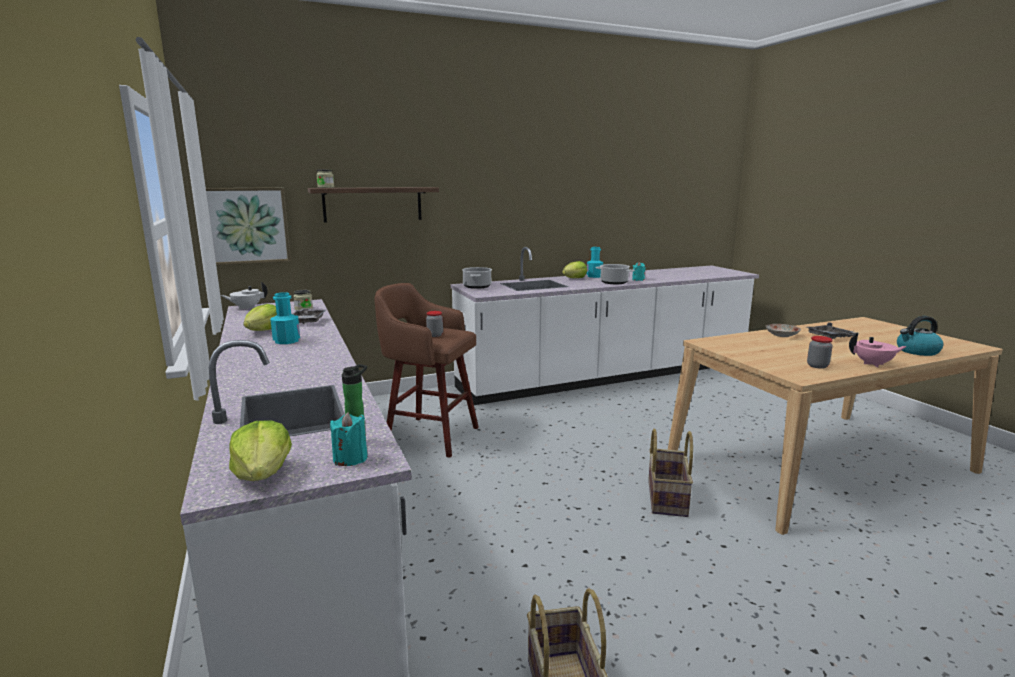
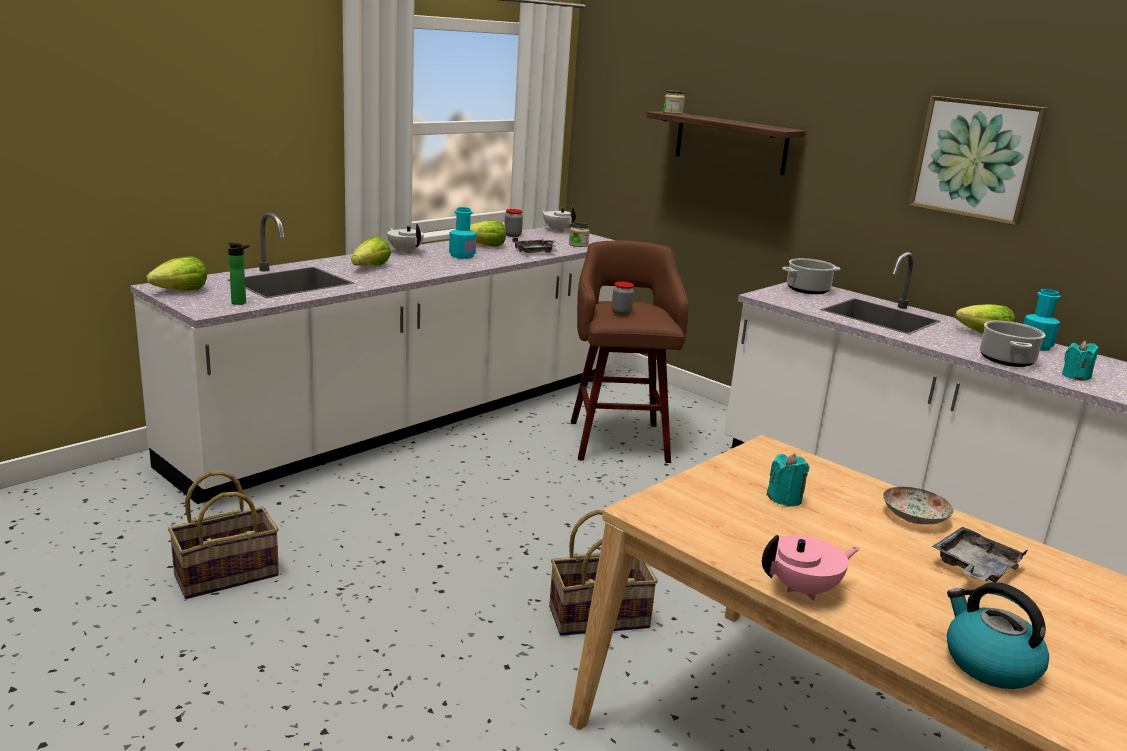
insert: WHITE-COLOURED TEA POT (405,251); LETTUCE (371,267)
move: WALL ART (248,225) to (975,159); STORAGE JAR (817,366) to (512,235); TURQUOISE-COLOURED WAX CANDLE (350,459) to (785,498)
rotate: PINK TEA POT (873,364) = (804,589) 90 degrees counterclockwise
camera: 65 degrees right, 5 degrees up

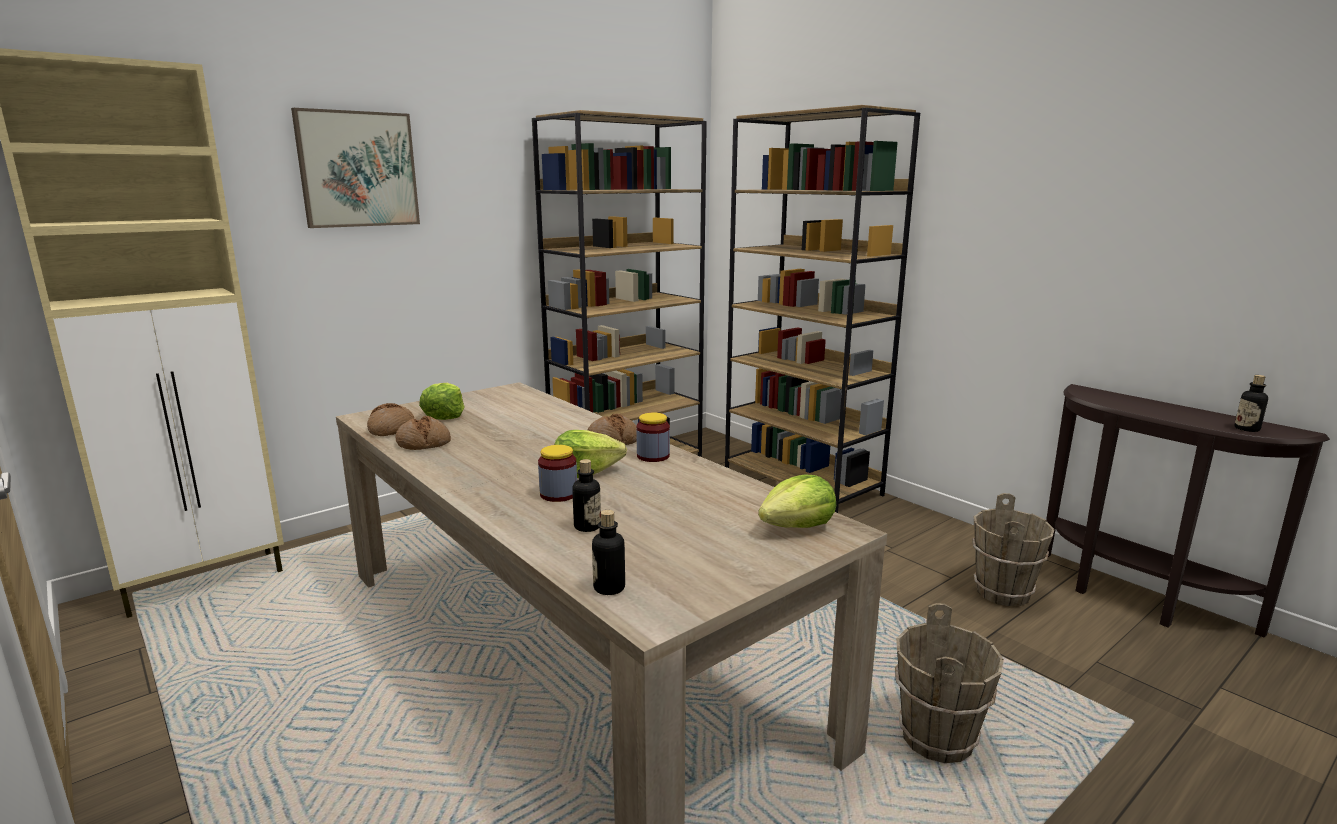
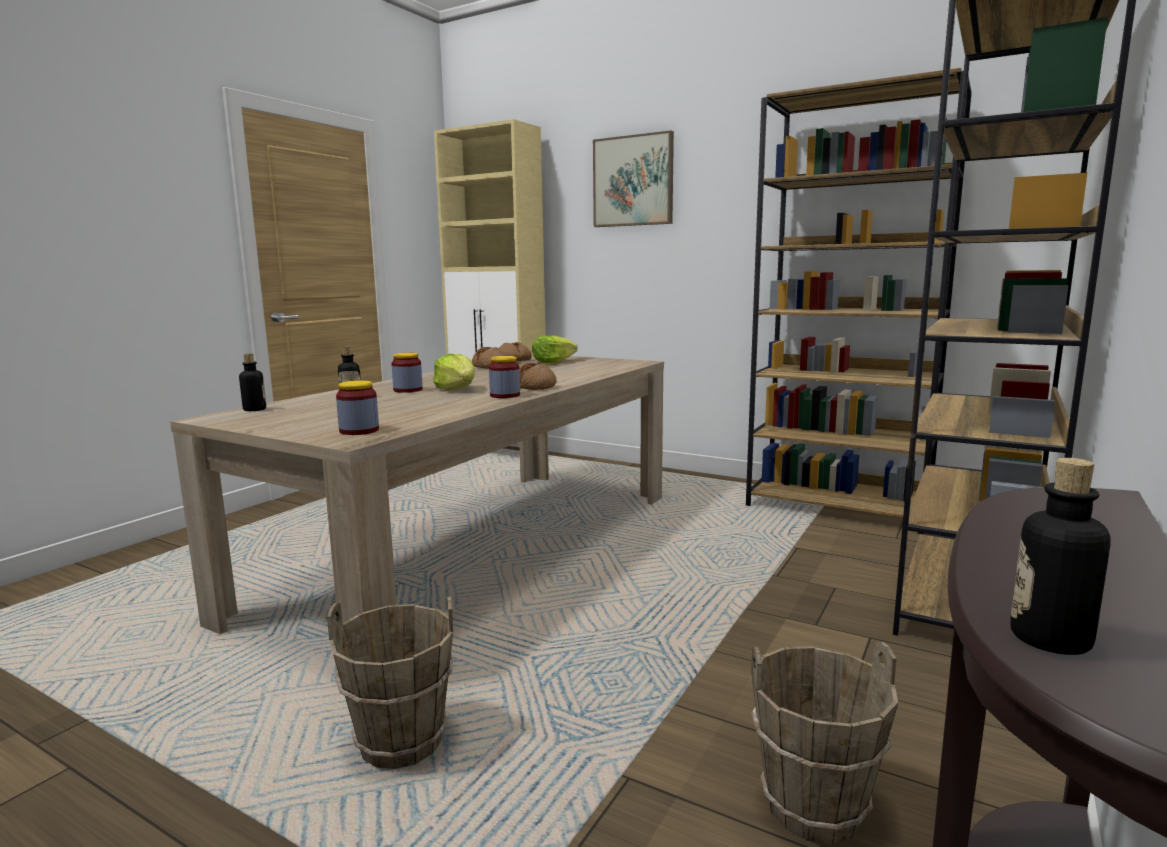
replace: LETTUCE (797,526) to STORAGE JAR (359,431)
camera: 70 degrees right, 5 degrees down

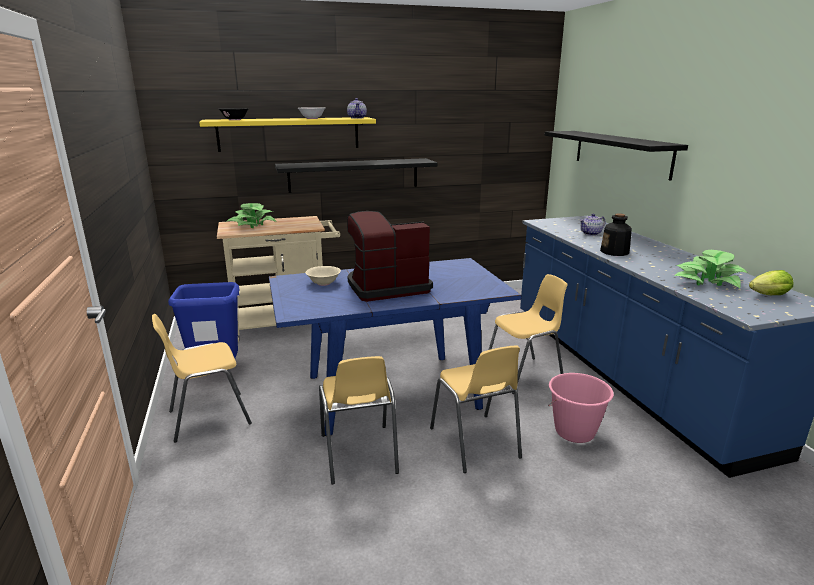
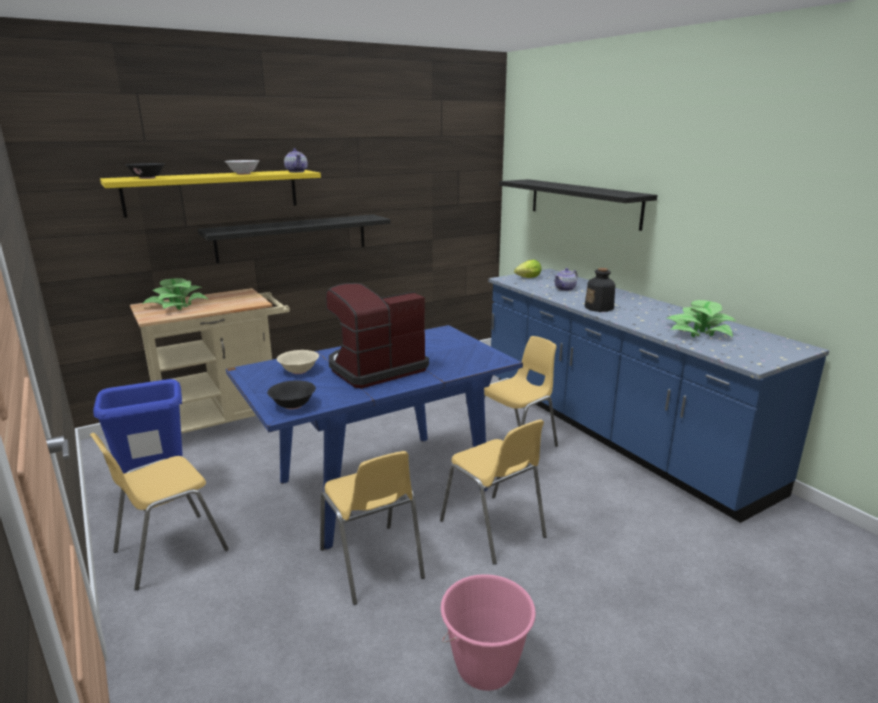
insert: BLACK-COLOURED DEEP DISH (293,405)
move: LETTUCE (766,296) to (526,278); PINK WATER BUCKET (575,432) to (485,667)
camera: 15 degrees left, 0 degrees up

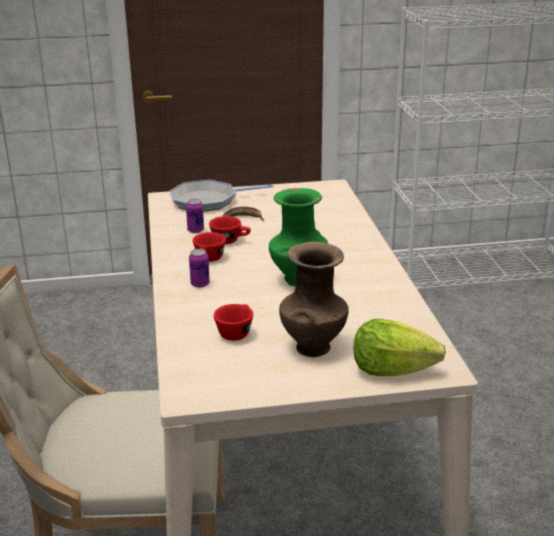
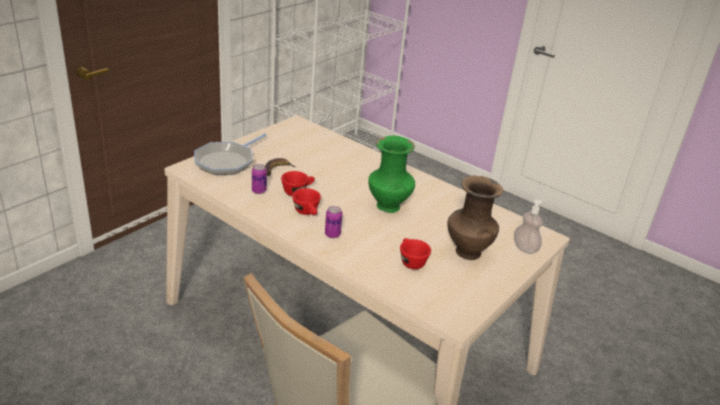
replace: LETTUCE (391,370) to LIQUID SOAP BOTTLE (525,248)
camera: 45 degrees left, 5 degrees up

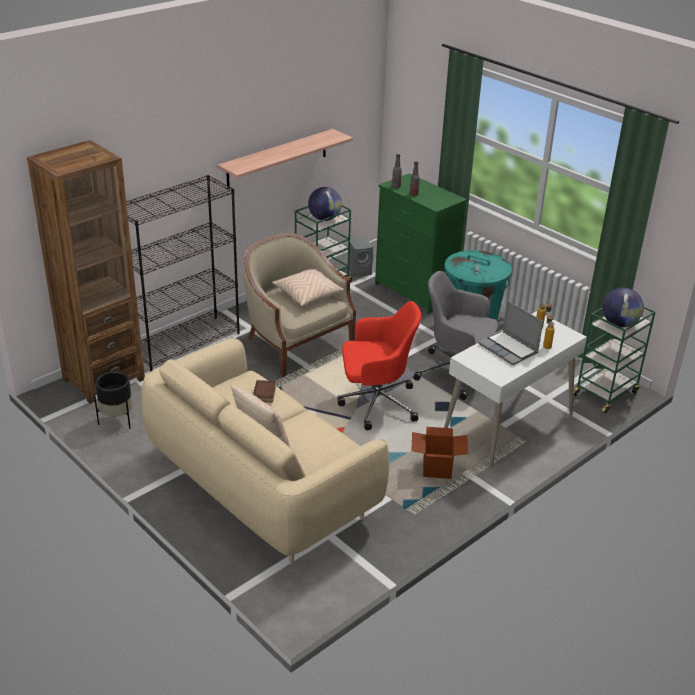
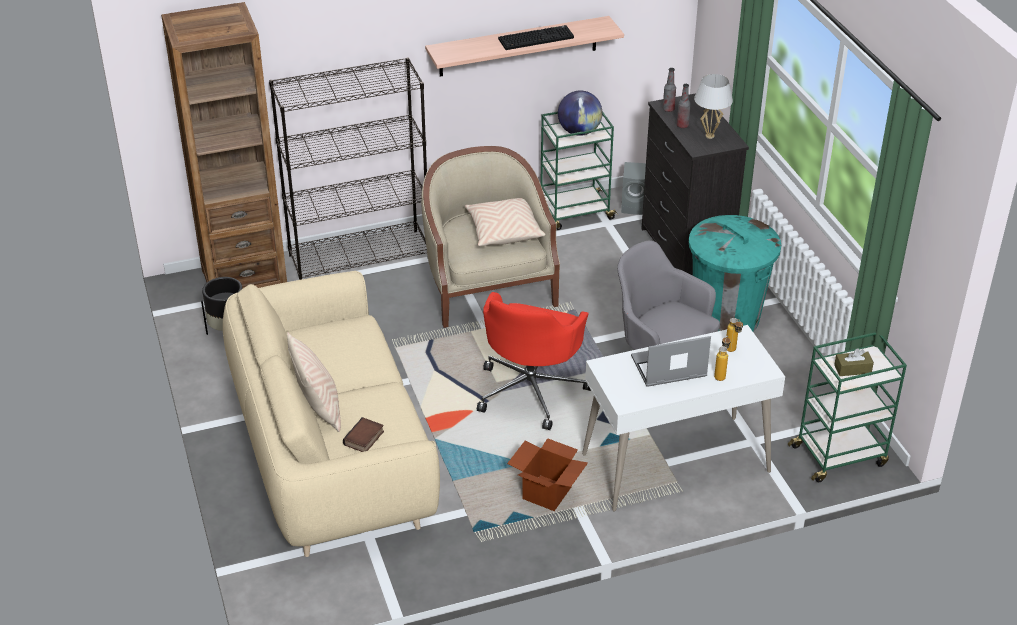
insert: PC KEYBOARD (536,38); WHITE-COLOURED TABLE LAMP (710,136)
move: VOLUME (265,394) to (364,439)
replace: DESK GLOBE (619,324) to BROWN-COLOURED TISSUE HOLDER (852,369)
recolor: GREENISH DRESSER (414,293) to BLACK-COLOURED DRESSER (685,253)
rotate: NOTEBOOK COMPUTER (509,349) = (668,368) 90 degrees clockwise; REDDISH DESK CHAIR (376,403) = (531,390) 90 degrees clockwise
camera: 25 degrees right, 5 degrees up

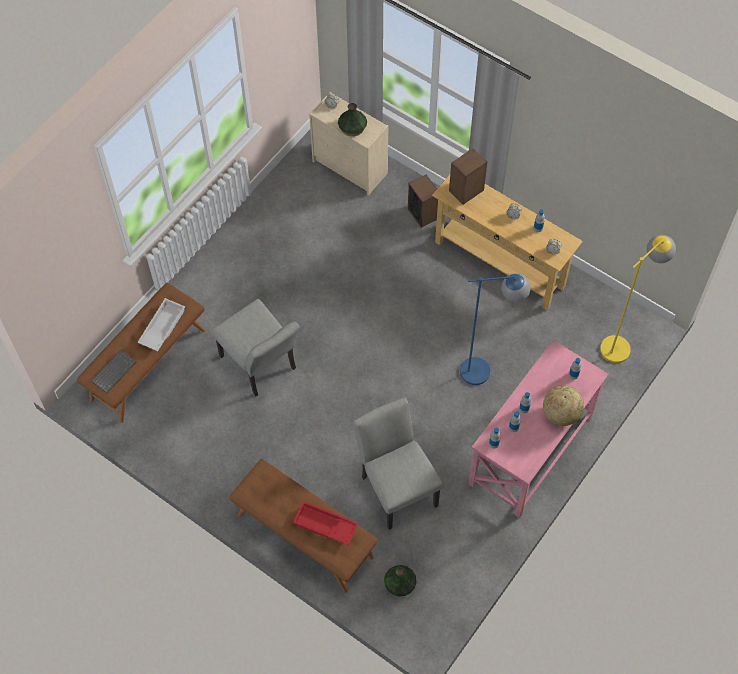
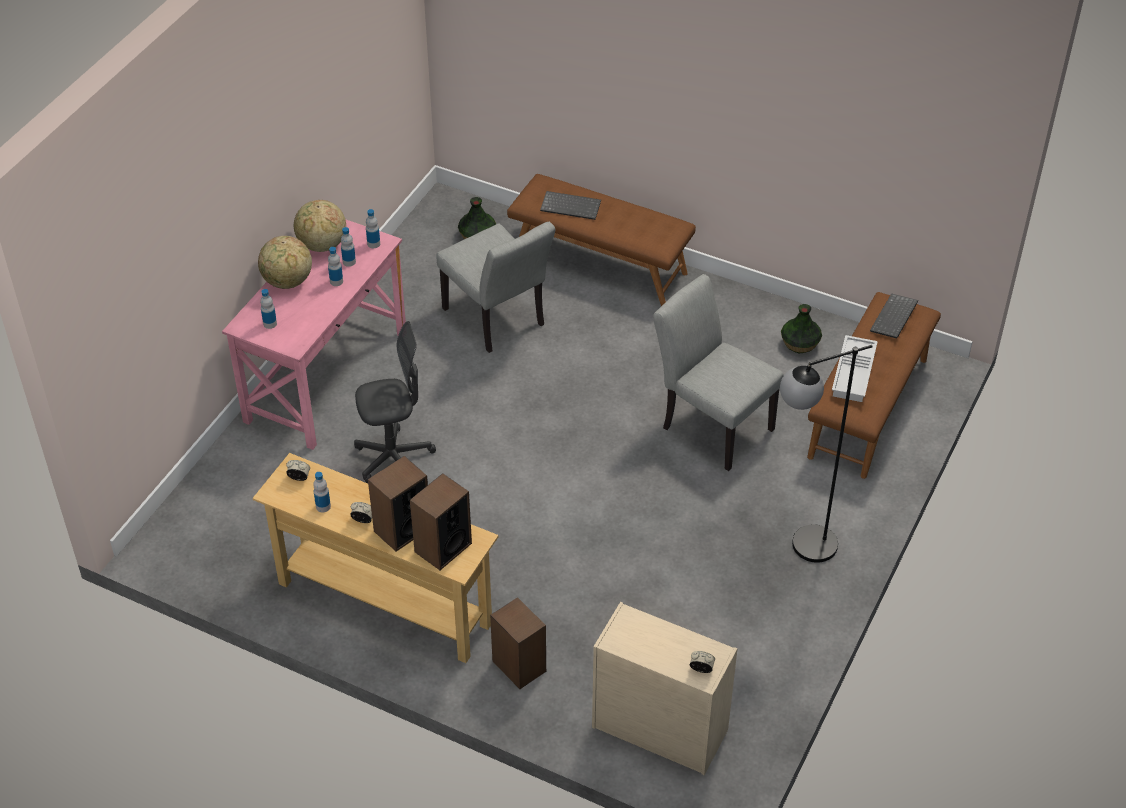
delete: YELLOWISH STANDARD LAMP (622,342)
insert: DESK GLOBE (322,245); BLACK-COLOURED STANDARD LAMP (800,549); AUDIO SPEAKER (402,529)
move: DECORATIVE VASE (353,128) to (799,344)
replace: BLUISH STANDARD LAMP (486,370) to GREY DESK CHAIR (394,459); REDDISH CARRYING TRAY (324,526) to PC KEYBOARD (571,206)
camera: 170 degrees right, 15 degrees down

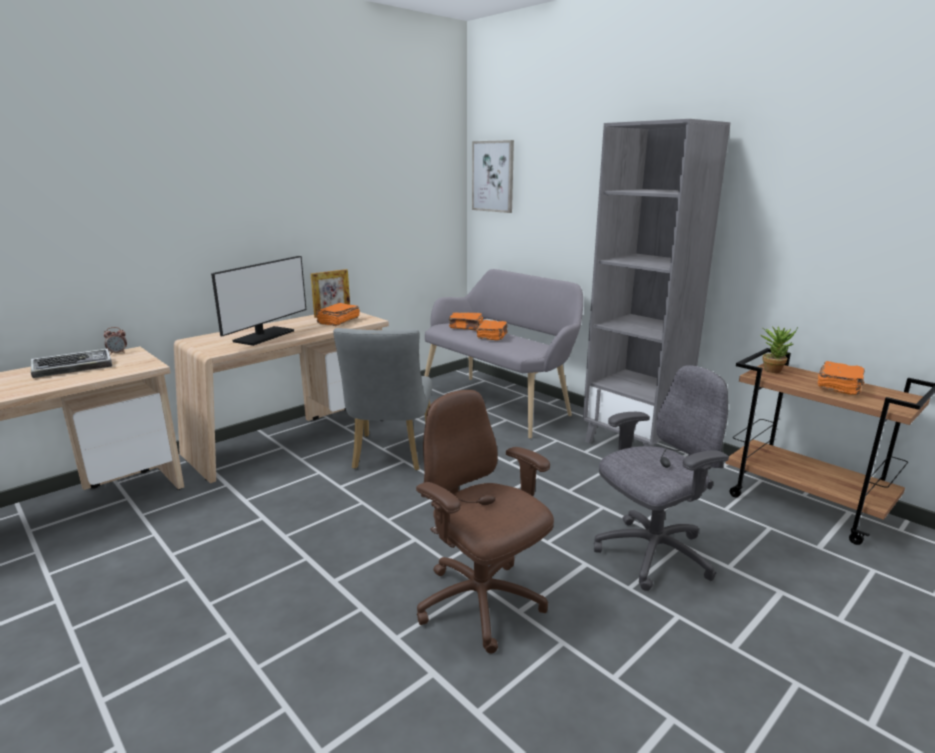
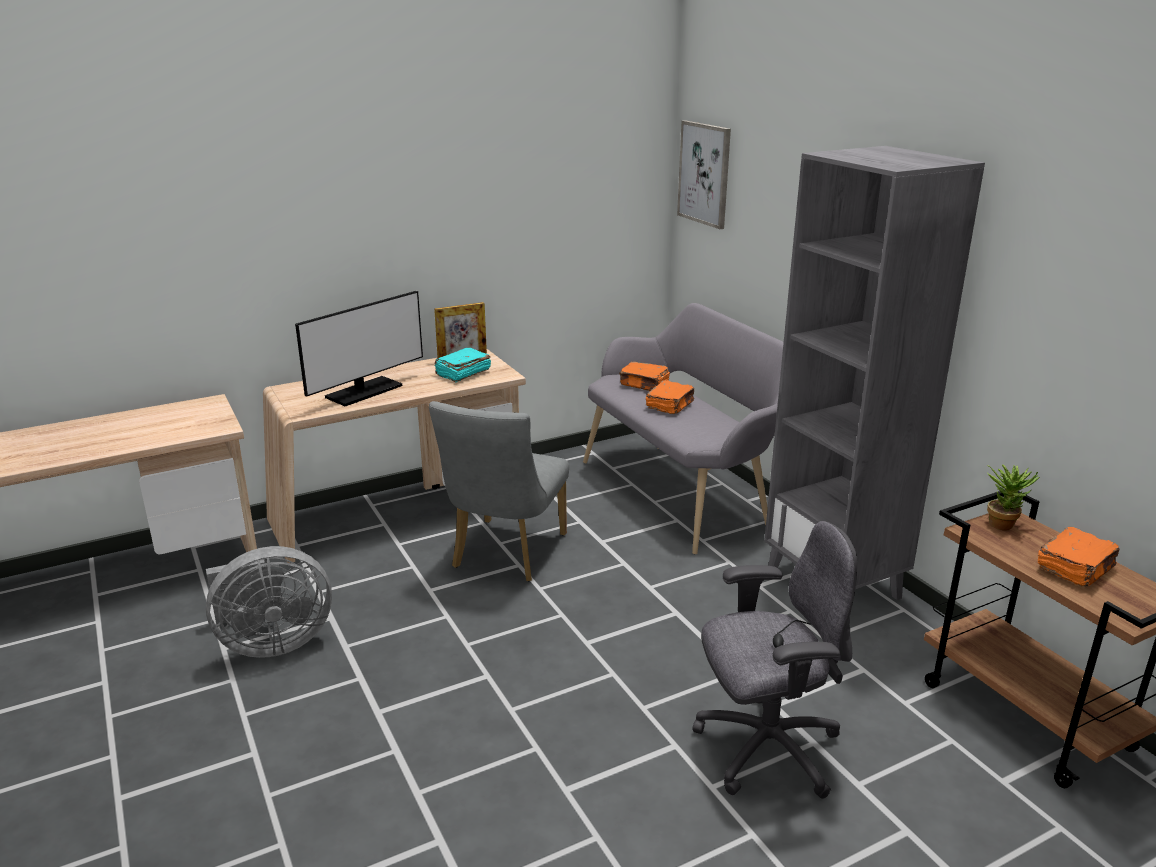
delete: TABLE CLOCK (118,353); PC KEYBOARD (74,368); BROWN-COLOURED DESK CHAIR (481,604)
insert: GREY ELECTRIC FAN (271,643)
recolor: ORANGE-COLOURED VOLUME (338,321) to TURQUOISE-COLOURED VOLUME (462,373)
camera: 15 degrees right, 5 degrees up

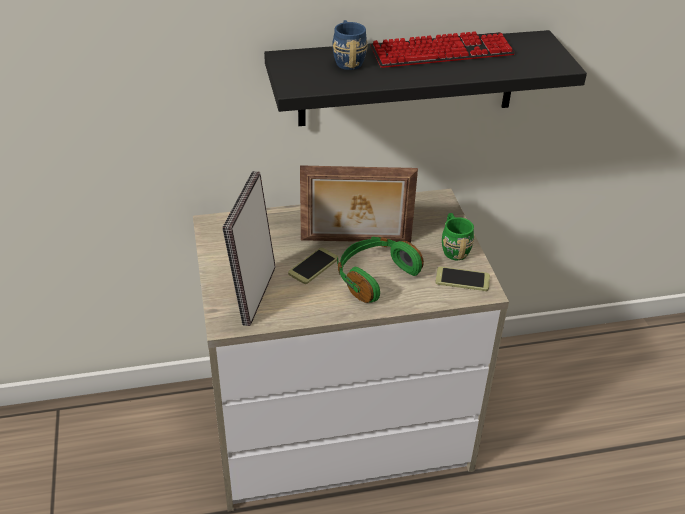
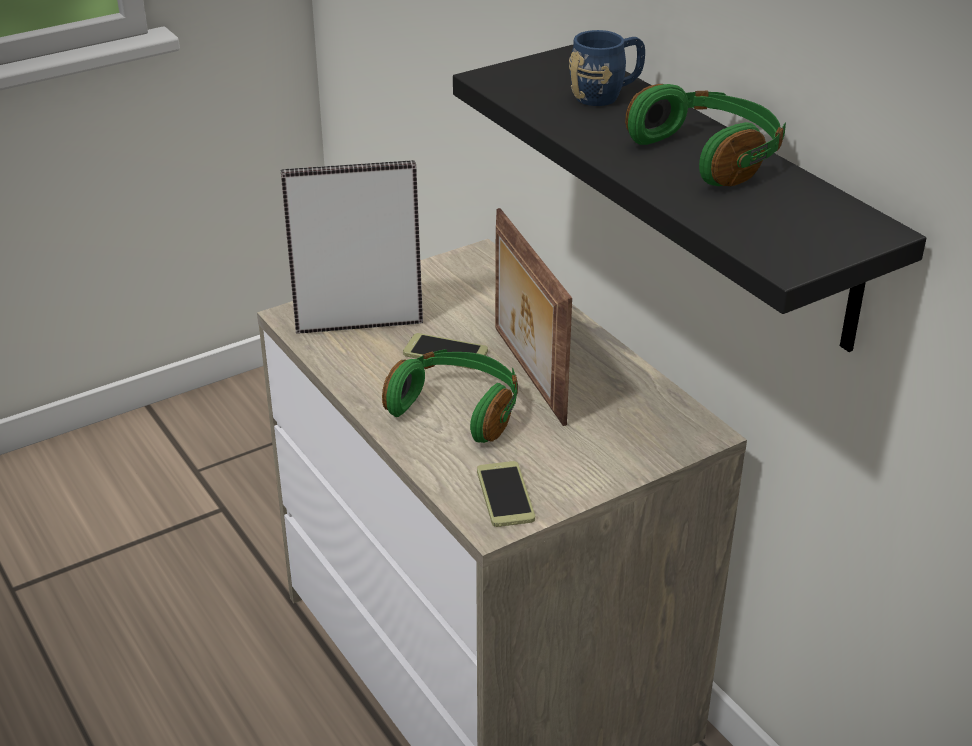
delete: GREENISH COFFEE MUG (453,248)
replace: PC KEYBOARD (442,52) to GREENISH PAIR OF HEADPHONES (710,155)
camera: 70 degrees right, 5 degrees down

